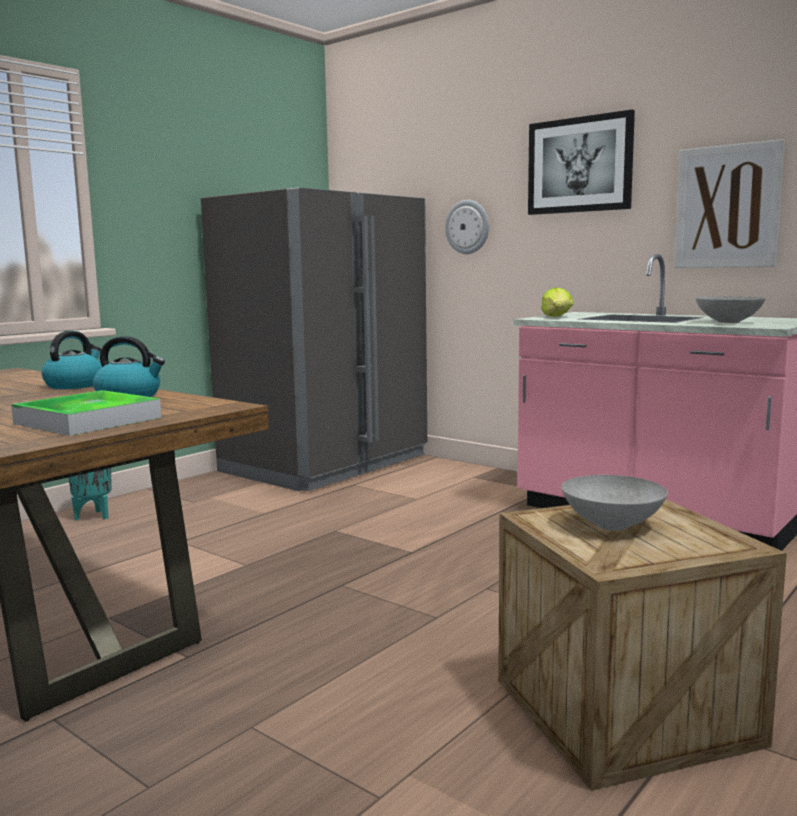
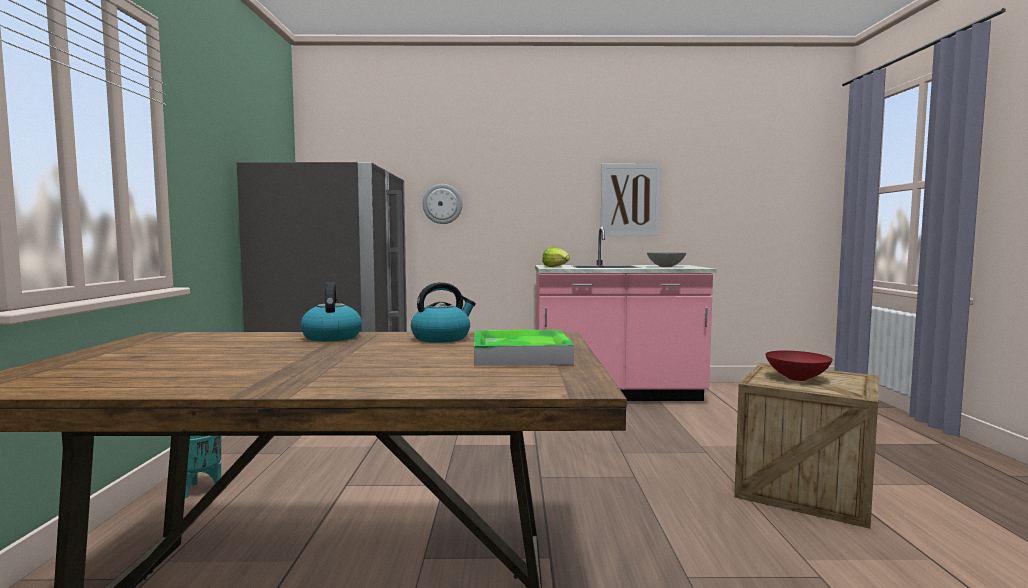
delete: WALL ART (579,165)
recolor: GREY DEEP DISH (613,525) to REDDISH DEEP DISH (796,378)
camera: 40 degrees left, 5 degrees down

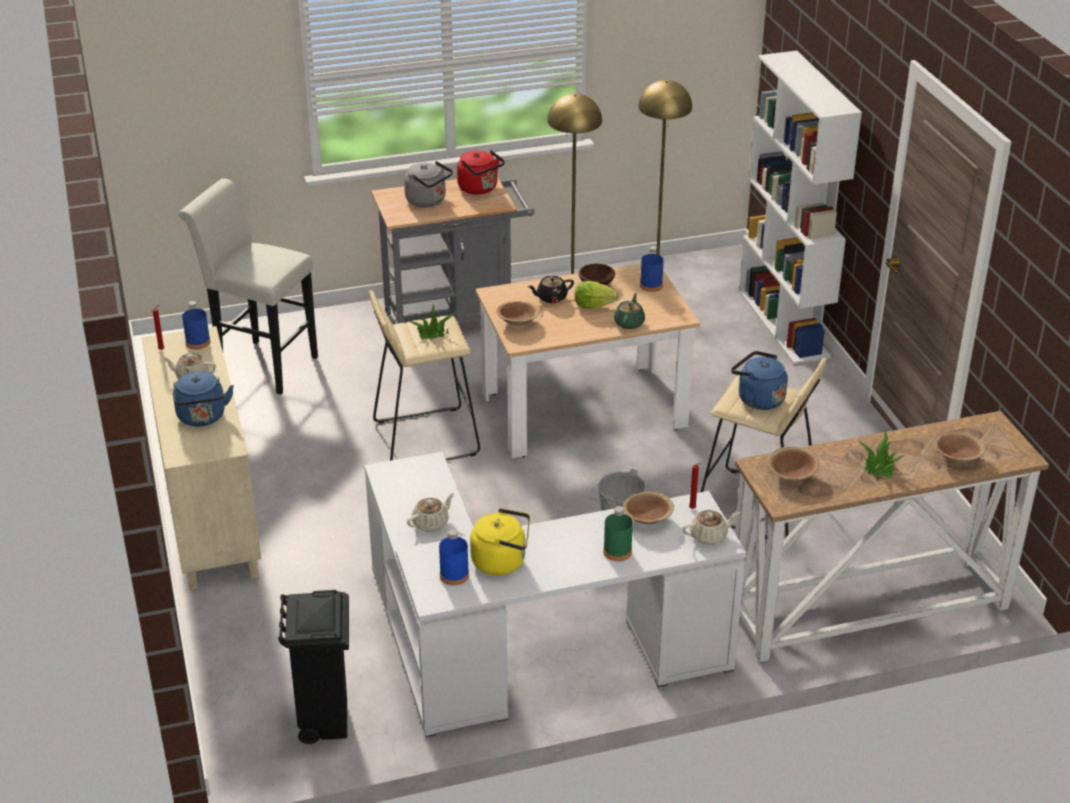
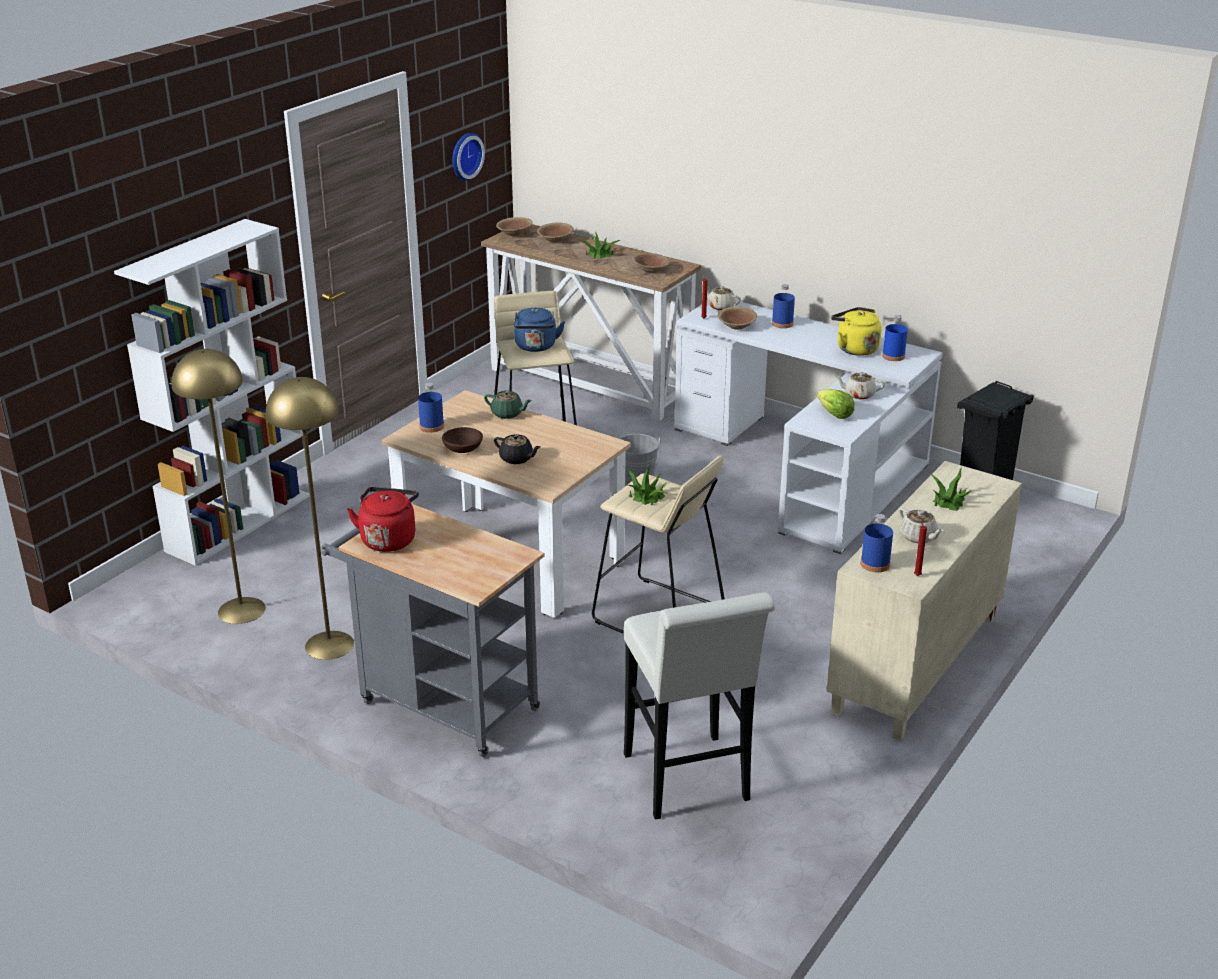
delete: GREY WATER KETTLE (428,201)
insert: HANGING CLOCK (464,155)
move: LETTUCE (593,305) to (834,414); BROWN-COLOURED DEEP DISH (518,322) to (514,233)
replace: BLUISH WATER KETTLE (202,418) to HOUSEPLANT (949,501)
recolor: GREENISH BEVERAGE BOTTLE (617,551) to BLUISH BEVERAGE BOTTLE (782,323)
rotate: GREENISH TEA POT (629,323) = (507,414) 135 degrees counterclockwise
camera: 130 degrees left, 5 degrees down

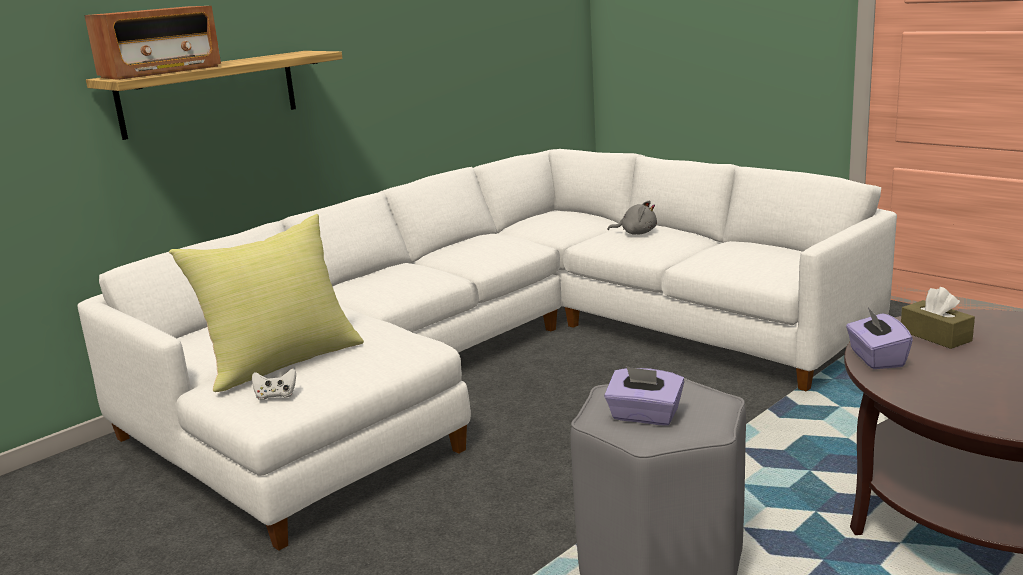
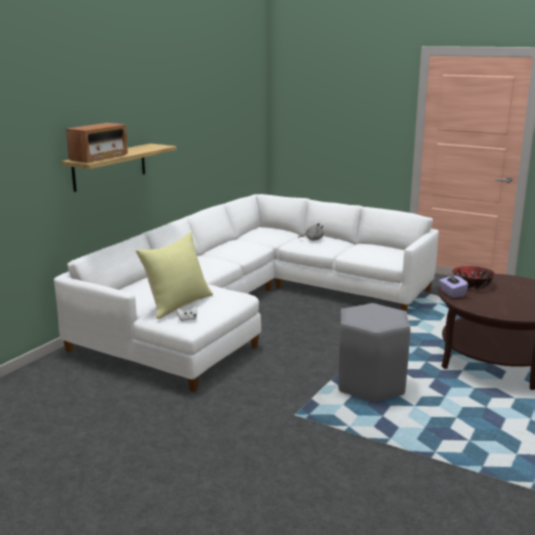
delete: PURPLE-COLOURED TISSUE HOLDER (644,416)
replace: BROWN-COLOURED TISSUE HOLDER (935,336) to DEEP DISH (472,284)
camera: 15 degrees left, 0 degrees up

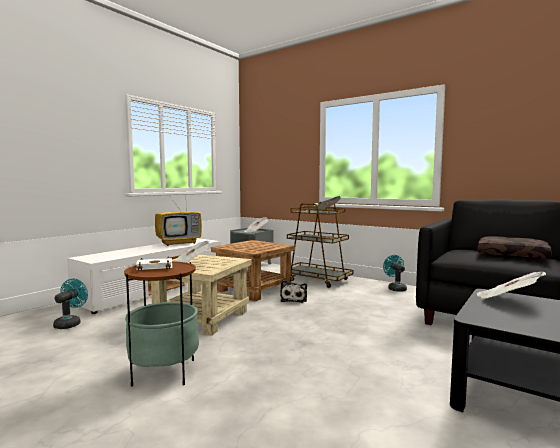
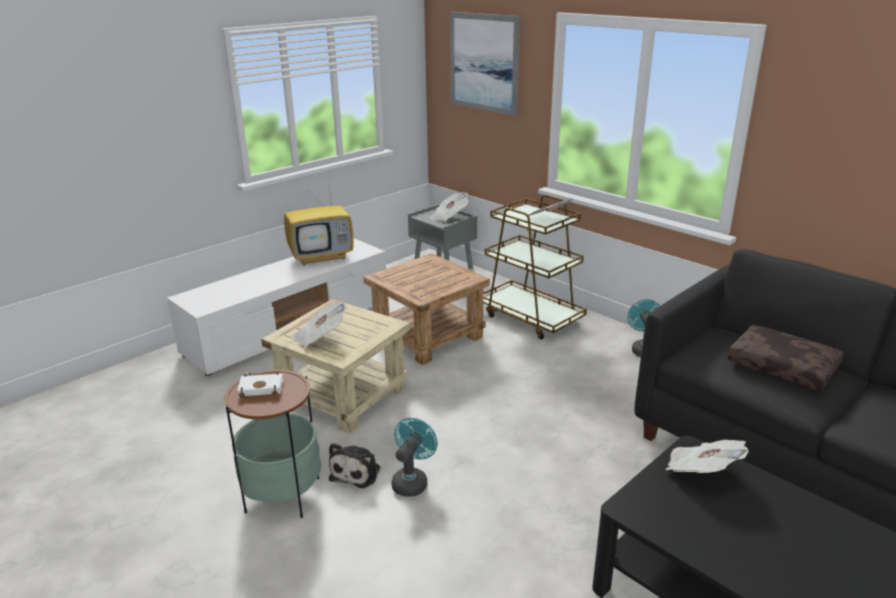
insert: WALL ART (483,62)
move: TURQUOISE-COLOURED ELECTRIC FAN (70,323) to (412,481); PLUSH TOY (294,299) to (357,472)
camera: 10 degrees right, 20 degrees up

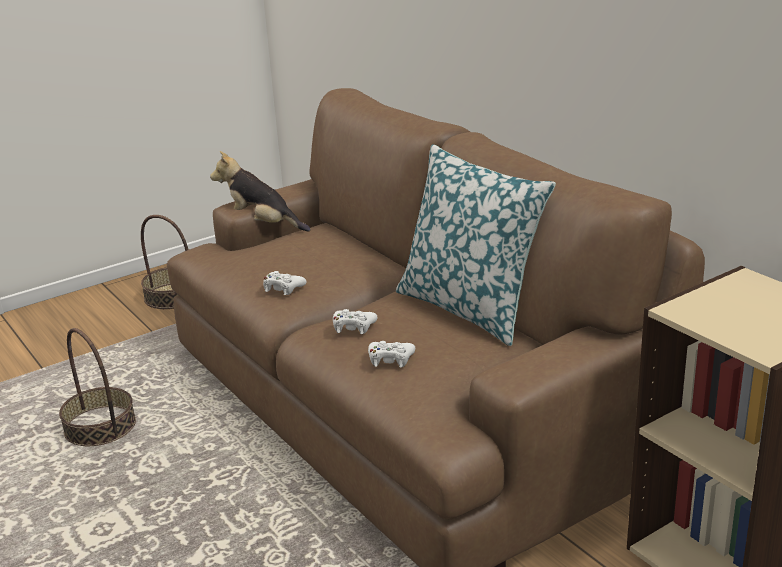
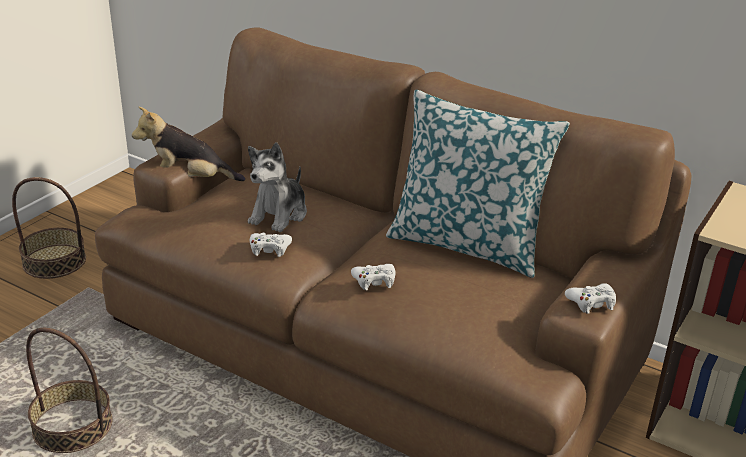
insert: PLUSH TOY (279,214)
move: WHITE-COLOURED GAME CONTROLLER (390,359) to (591,303)
camera: 25 degrees left, 5 degrees up

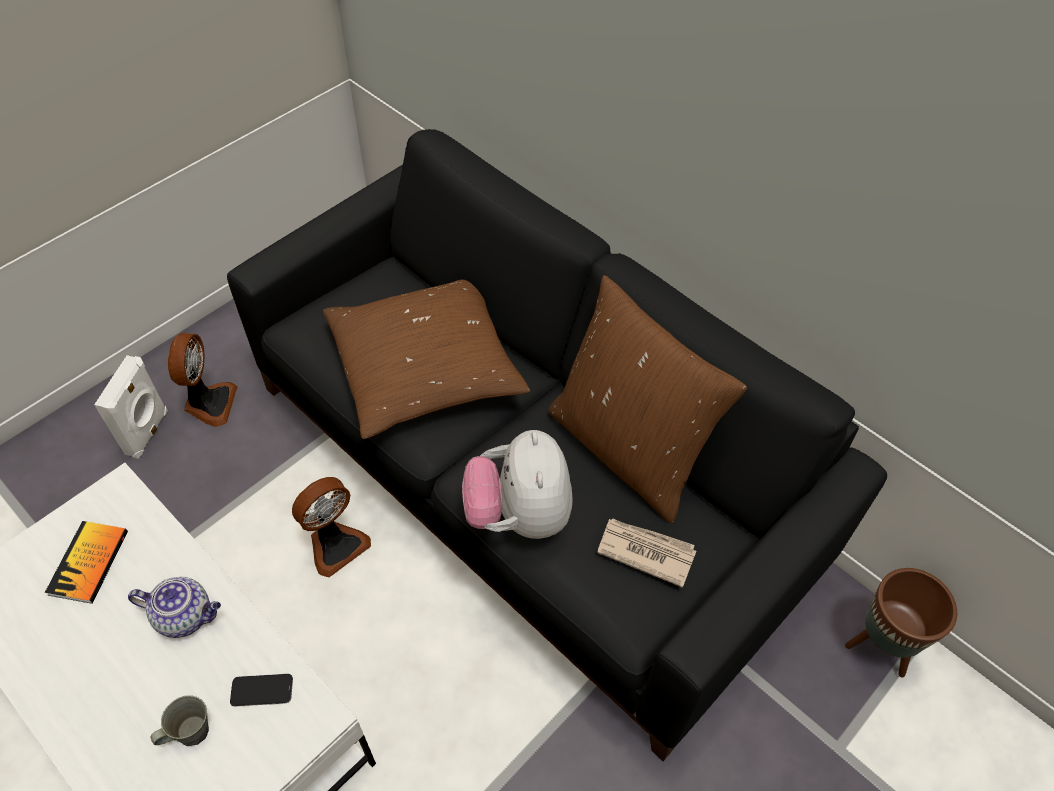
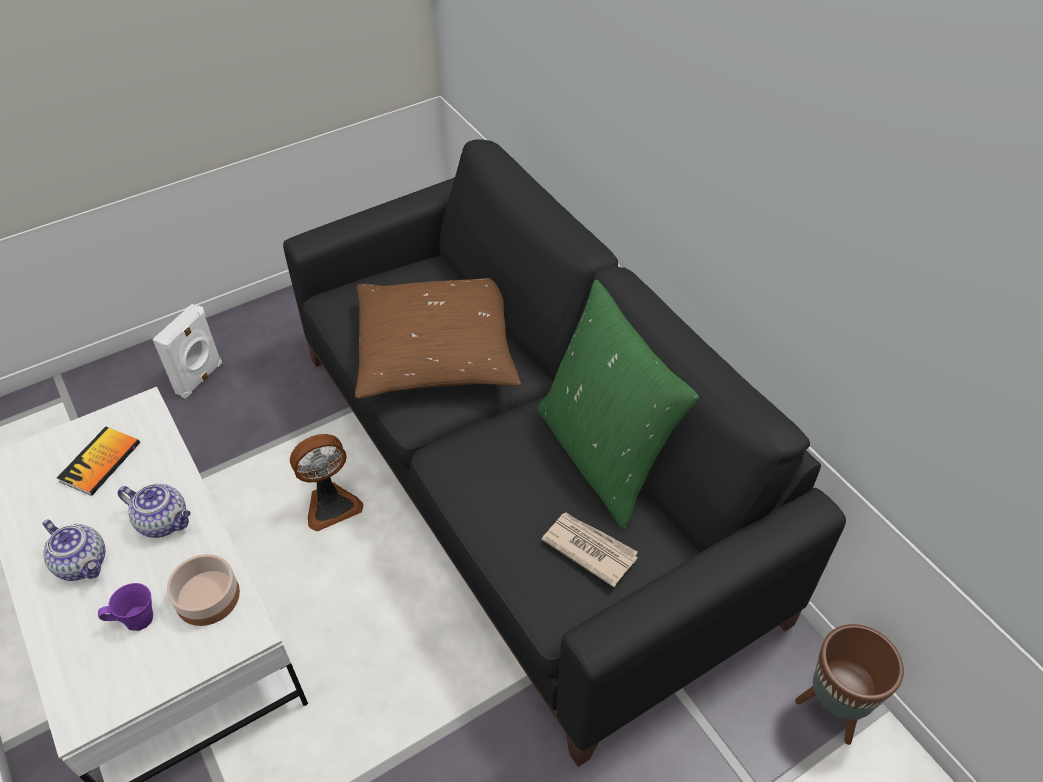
delete: ELECTRIC FAN (209,403); PLUSH TOY (519,514)
insert: TEA POT (84,563)
replace: PHONE (262,690) to DEEP DISH (207,598)
recolor: BROWN-COLOURED PILLOW (628,449) to GREENISH PILLOW (603,456); GREY COFFEE MUG (190,731) to PURPLE-COLOURED COFFEE MUG (137,619)
camera: 15 degrees right, 5 degrees down

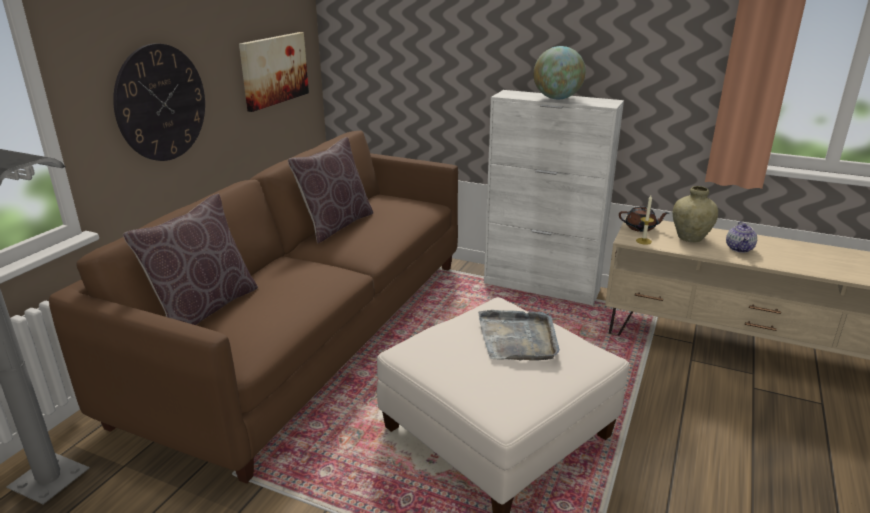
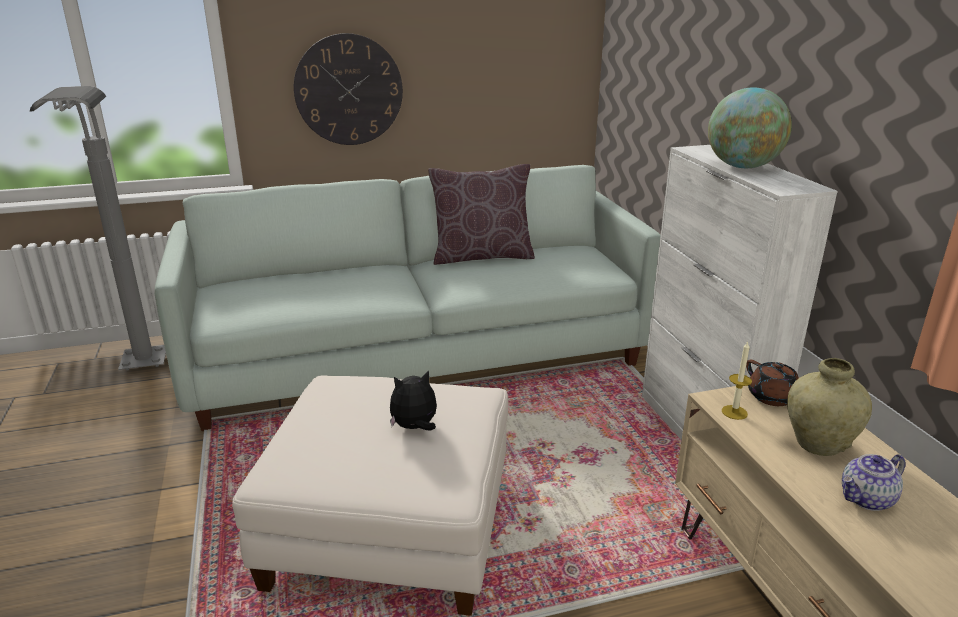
delete: WALL ART (274,70); BROWN-COLOURED PILLOW (204,308)
replace: GREY CARRYING TRAY (518,338) to PLUSH TOY (415,427)
recolor: BROWN-COLOURED COUCH (311,333) to WHITE-COLOURED COUCH (417,356)
camera: 50 degrees right, 0 degrees up

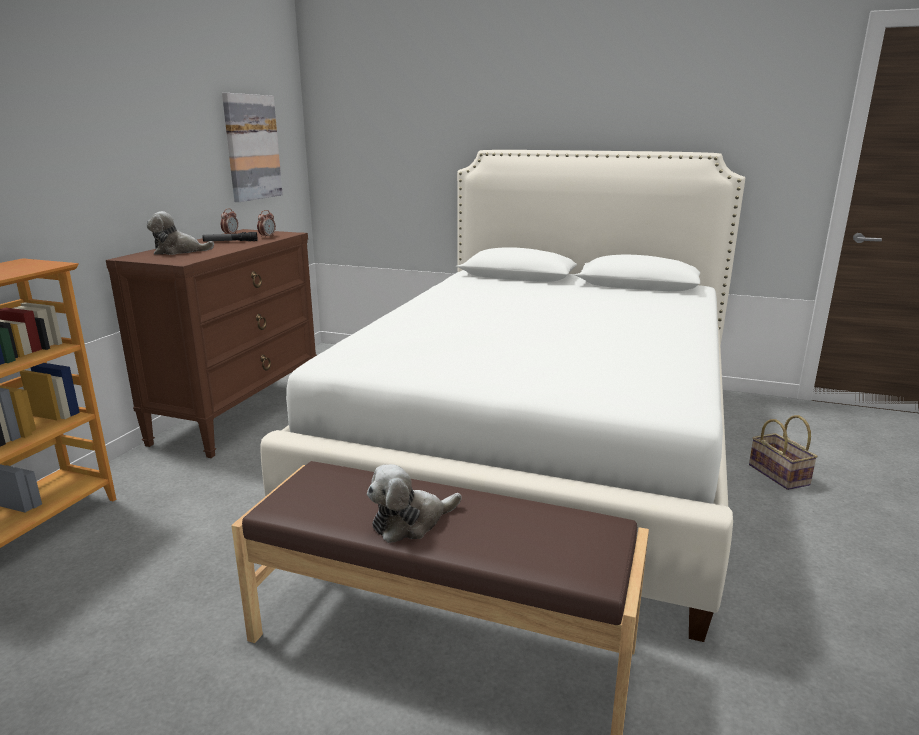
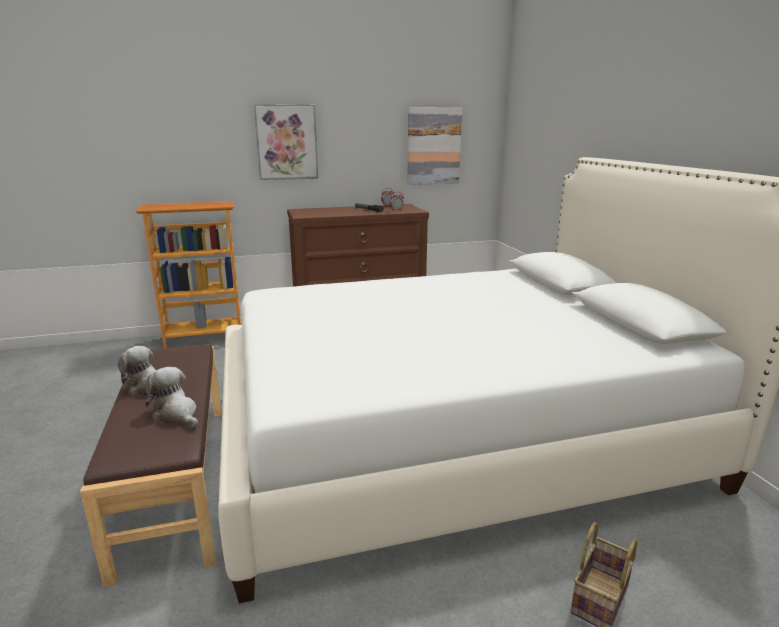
insert: WALL ART (286,142)
move: PLUSH TOY (178,251) to (176,414)
camera: 55 degrees right, 0 degrees up

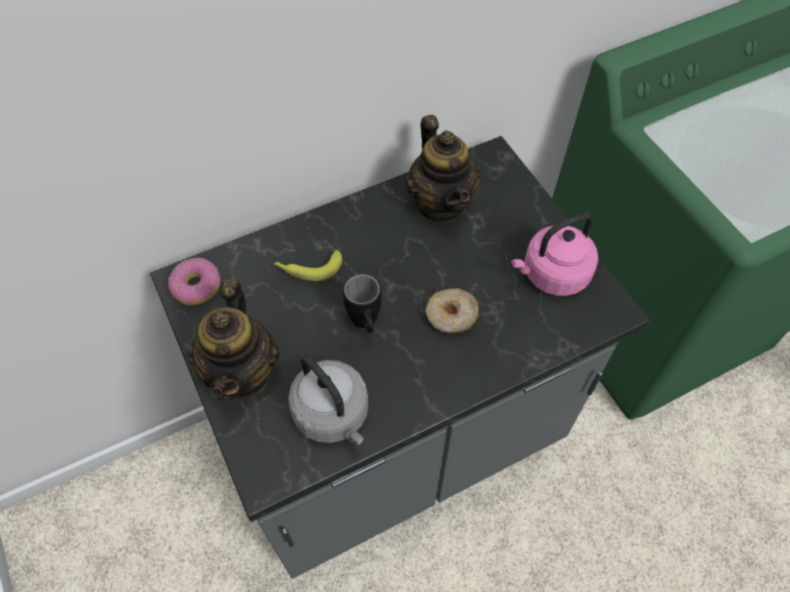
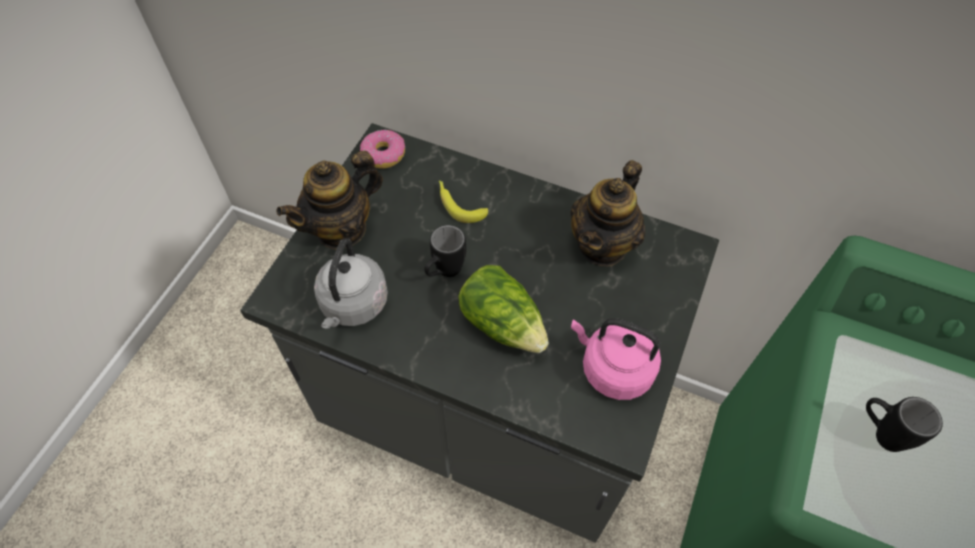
insert: BLACK-COLOURED COFFEE MUG (880,432)
replace: RING DOUGHNUT (451,316) to LETTUCE (503,323)
camera: 50 degrees right, 0 degrees up

